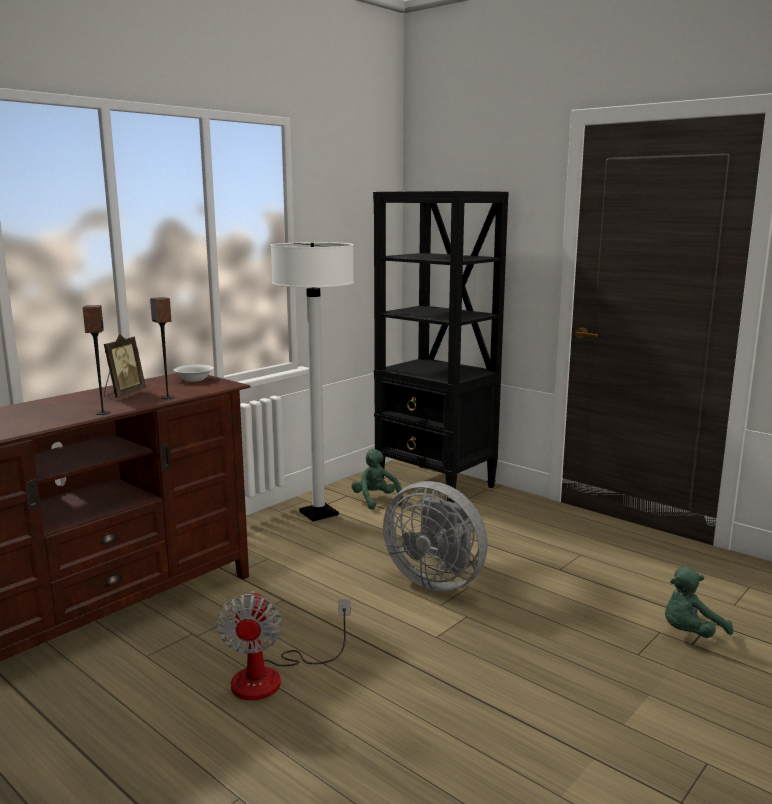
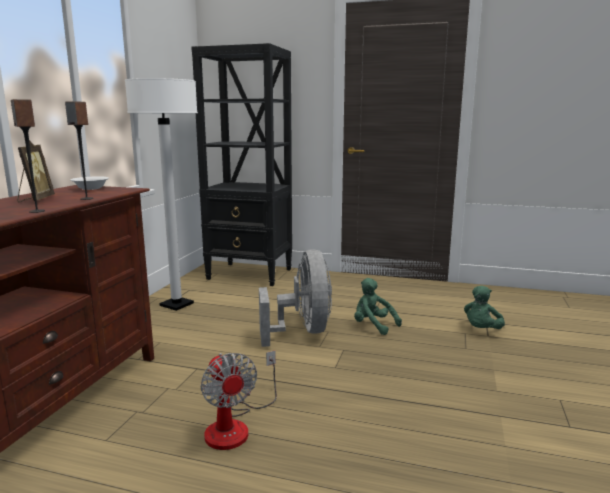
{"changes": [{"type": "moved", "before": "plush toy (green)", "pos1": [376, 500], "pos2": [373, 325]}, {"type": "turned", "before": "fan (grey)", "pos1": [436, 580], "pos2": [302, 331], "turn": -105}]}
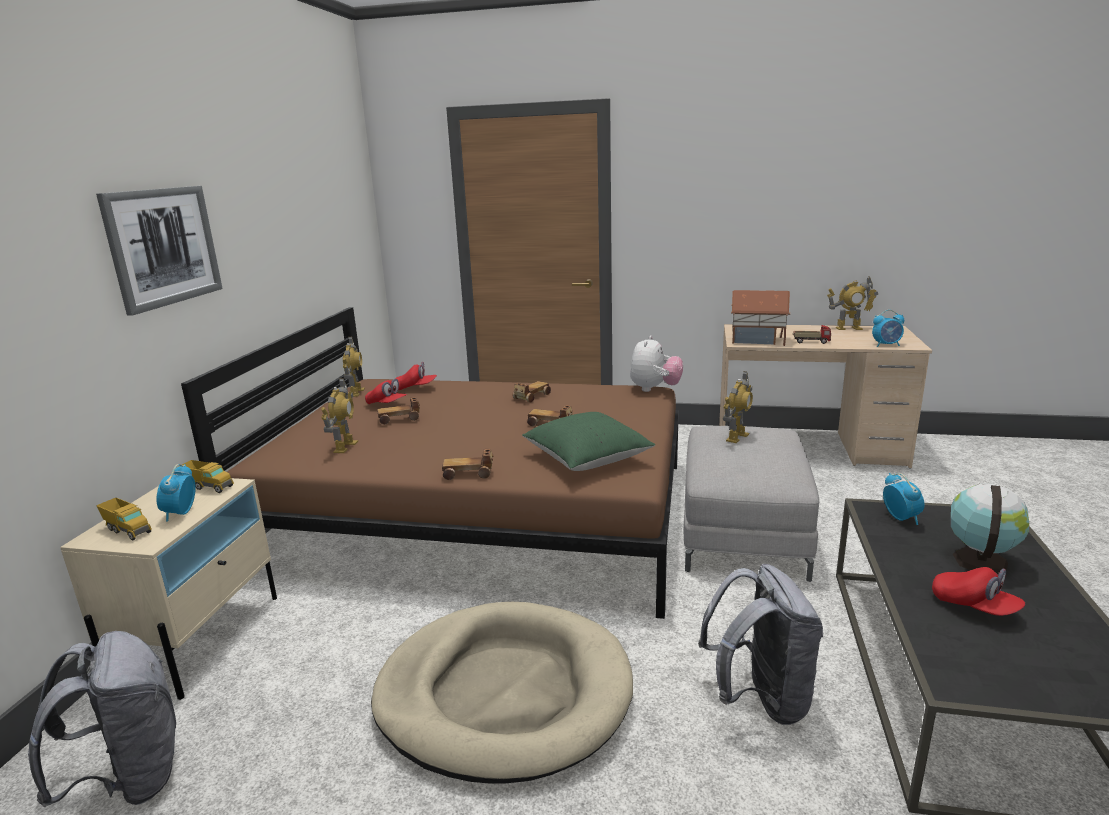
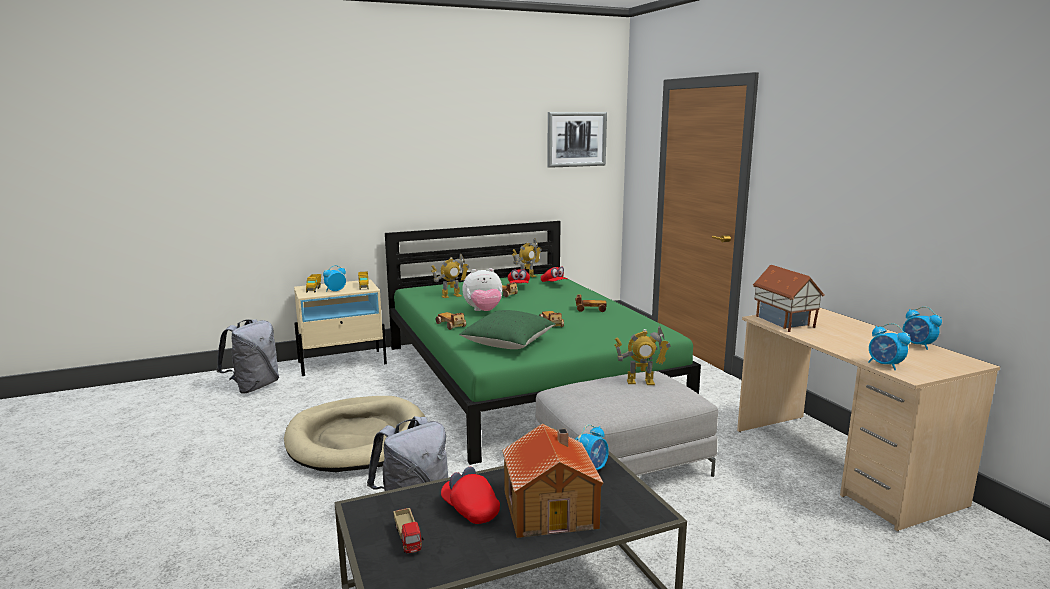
{"changes": [{"type": "moved", "before": "picture", "pos1": [163, 246], "pos2": [576, 139]}, {"type": "recoloured", "before": "bed (brown)", "after": "bed (green)", "pos1": [480, 512], "pos2": [525, 377]}, {"type": "moved", "before": "plush toy", "pos1": [654, 389], "pos2": [483, 311]}, {"type": "moved", "before": "toy truck", "pos1": [811, 342], "pos2": [408, 539]}, {"type": "replaced", "before": "toy robot", "after": "alarm clock", "pos1": [849, 328], "pos2": [917, 345]}, {"type": "turned", "before": "cap (red)", "pos1": [974, 606], "pos2": [470, 509], "turn": 120}, {"type": "replaced", "before": "globe", "after": "toy house", "pos1": [979, 560], "pos2": [551, 508]}]}
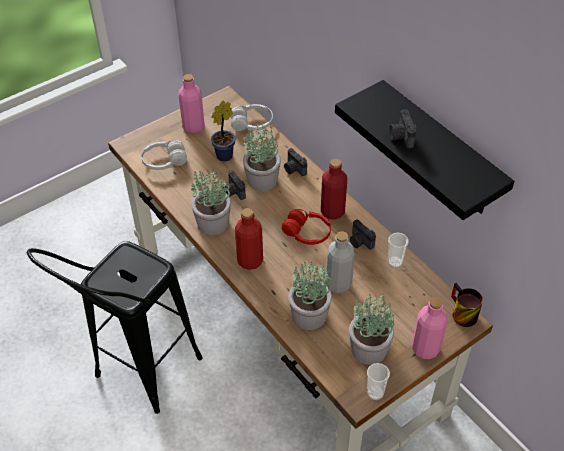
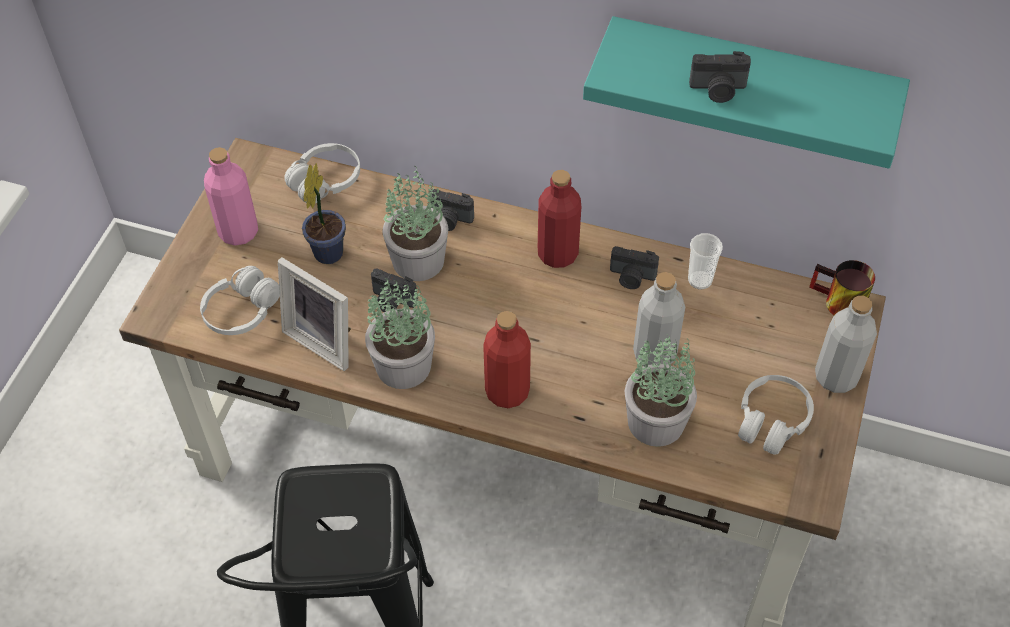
{"changes": [{"type": "removed", "before": "headphones (red)", "pos1": [307, 233]}, {"type": "recoloured", "before": "shelf (black)", "after": "shelf (turquoise)", "pos1": [440, 151], "pos2": [750, 86]}, {"type": "replaced", "before": "potted plant", "after": "headphones (white)", "pos1": [369, 349], "pos2": [771, 421]}, {"type": "removed", "before": "cup", "pos1": [375, 393]}, {"type": "turned", "before": "photo camera", "pos1": [401, 137], "pos2": [718, 90], "turn": -45}, {"type": "recoloured", "before": "bottle (pink)", "after": "bottle (grey)", "pos1": [425, 348], "pos2": [836, 376]}, {"type": "added", "after": "picture frame", "pos2": [325, 339]}]}
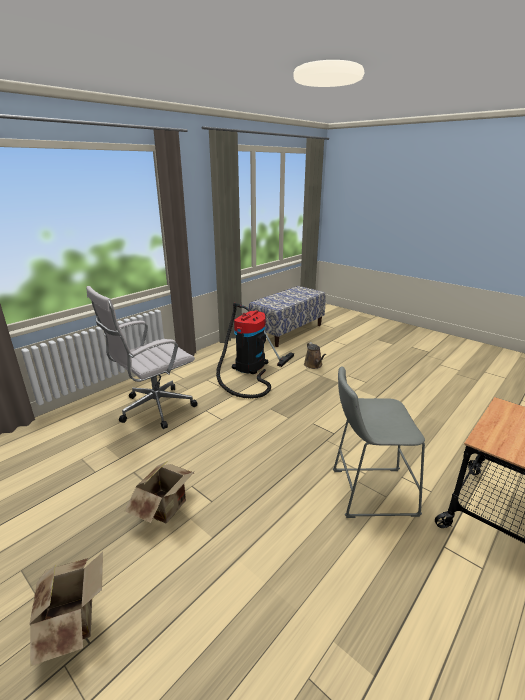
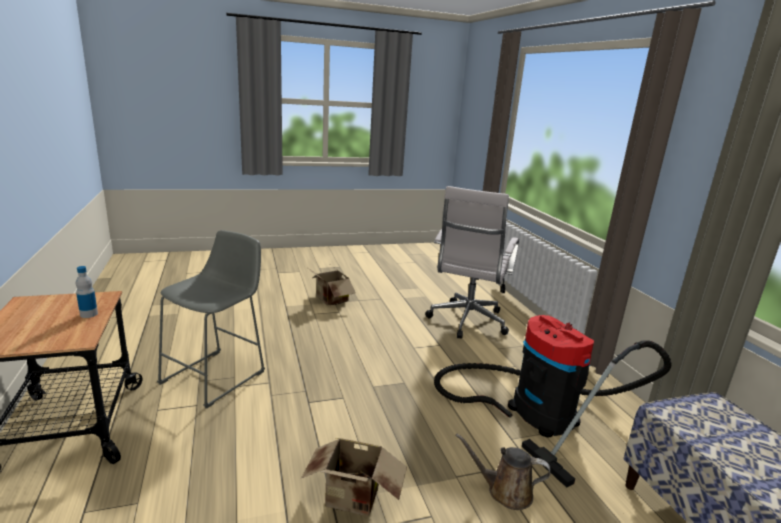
{"changes": [{"type": "moved", "before": "cardboard box", "pos1": [74, 620], "pos2": [353, 500]}, {"type": "turned", "before": "office chair (white)", "pos1": [153, 409], "pos2": [466, 322], "turn": -150}, {"type": "added", "after": "bottle", "pos2": [89, 314]}]}
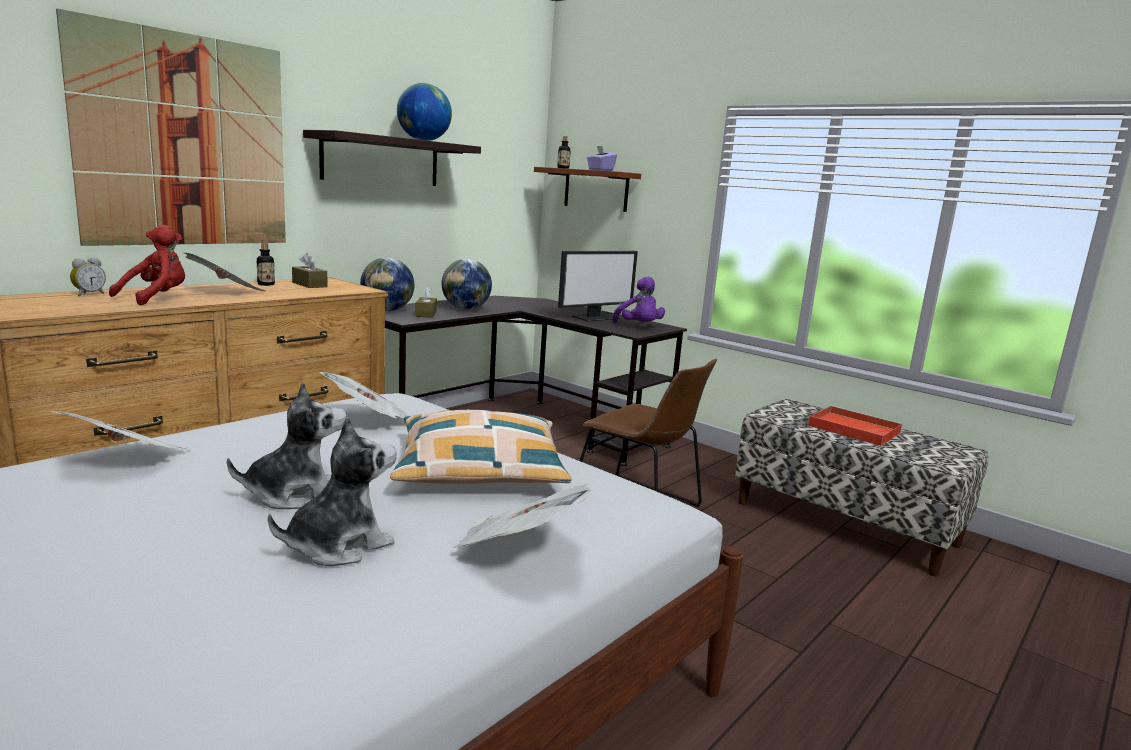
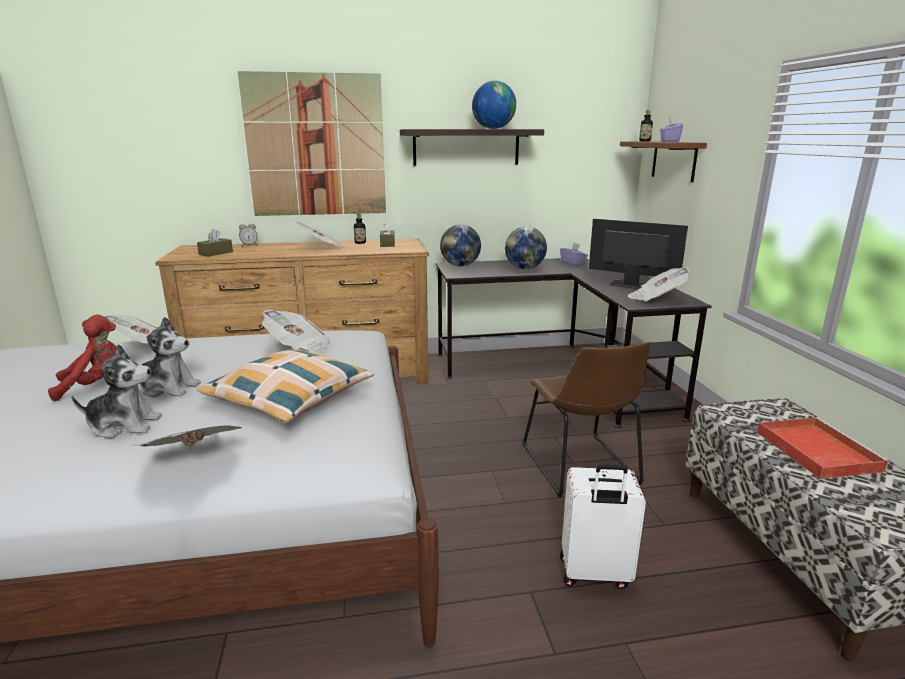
{"changes": [{"type": "moved", "before": "plush toy (red)", "pos1": [156, 298], "pos2": [97, 386]}, {"type": "moved", "before": "tissue box (brown)", "pos1": [426, 314], "pos2": [216, 253]}, {"type": "turned", "before": "monitor", "pos1": [595, 317], "pos2": [630, 285], "turn": -150}, {"type": "replaced", "before": "plush toy (purple)", "after": "newspaper", "pos1": [639, 327], "pos2": [656, 299]}, {"type": "added", "after": "tissue box (purple)", "pos2": [573, 263]}, {"type": "added", "after": "suitcase (white)", "pos2": [594, 574]}]}
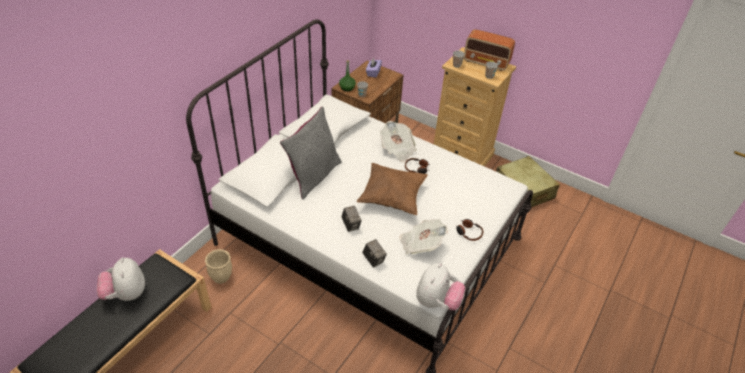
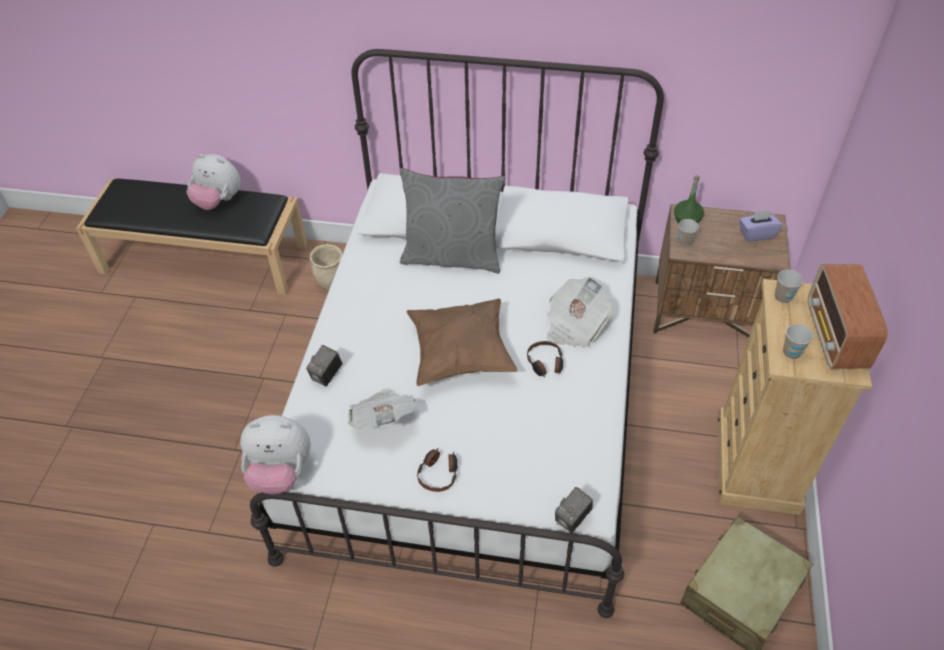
{"changes": [{"type": "turned", "before": "plush toy", "pos1": [126, 294], "pos2": [218, 201], "turn": -120}, {"type": "moved", "before": "photo camera", "pos1": [351, 225], "pos2": [572, 519]}]}
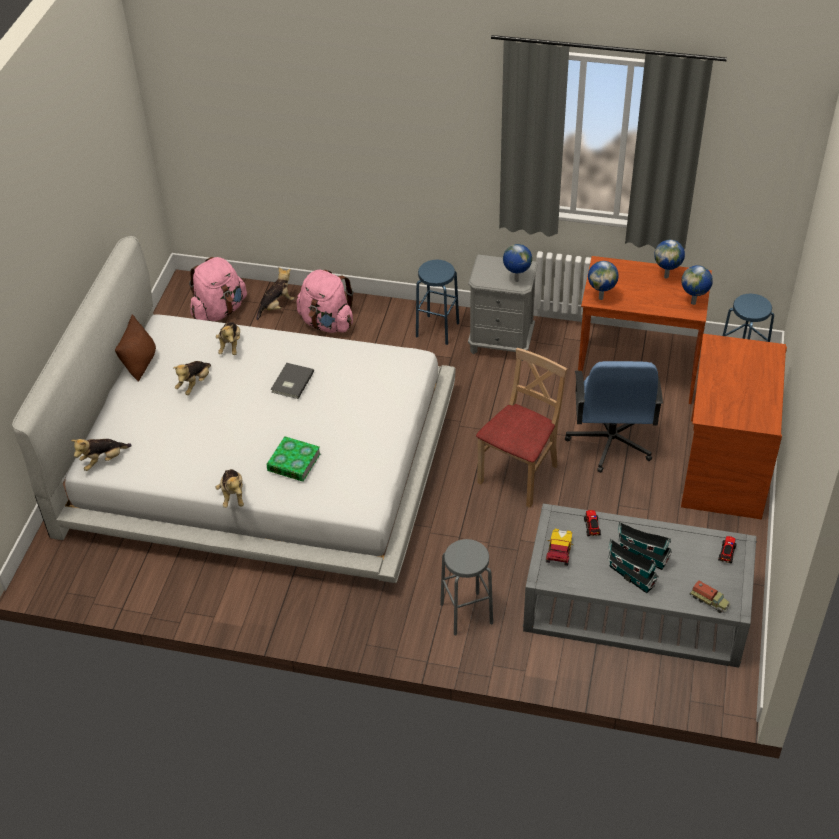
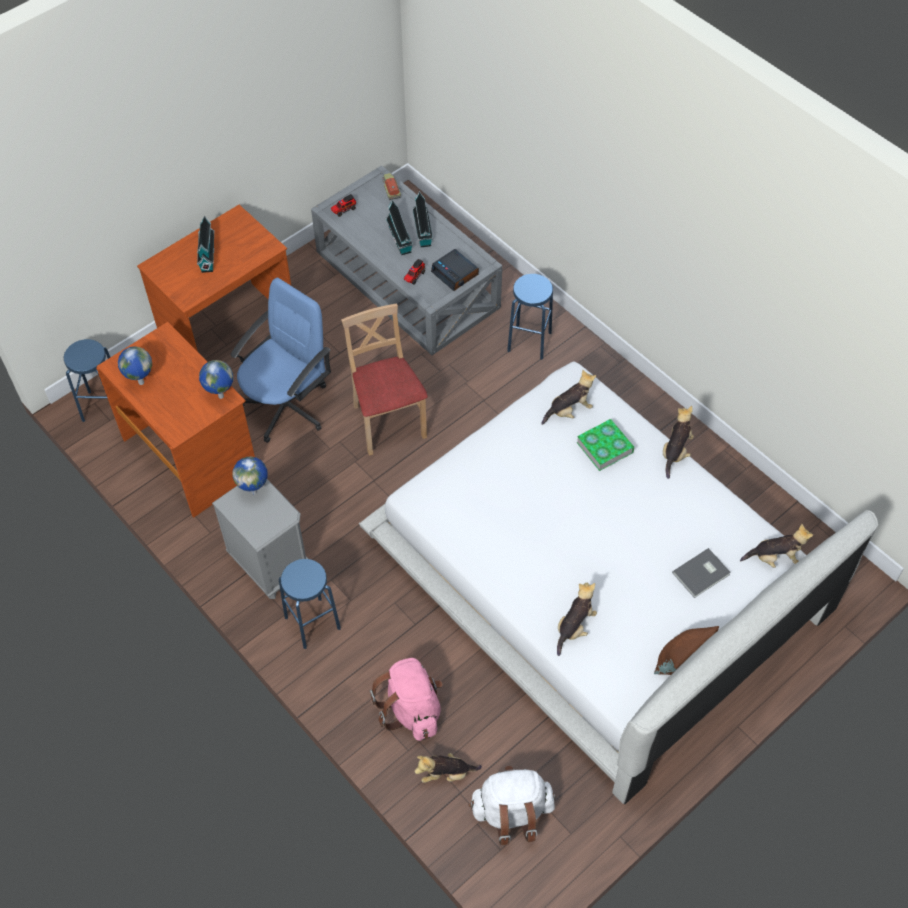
{"changes": [{"type": "moved", "before": "plush toy", "pos1": [194, 384], "pos2": [569, 410]}, {"type": "recoloured", "before": "backpack (pink)", "after": "backpack (white)", "pos1": [219, 310], "pos2": [512, 812]}, {"type": "moved", "before": "book (grey)", "pos1": [291, 382], "pos2": [702, 574]}, {"type": "recoloured", "before": "stool (grey)", "after": "stool (blue)", "pos1": [466, 613], "pos2": [529, 341]}, {"type": "turned", "before": "chair (beige)", "pos1": [519, 475], "pos2": [388, 422], "turn": 90}, {"type": "replaced", "before": "toy car", "after": "alarm clock", "pos1": [559, 552], "pos2": [455, 273]}, {"type": "removed", "before": "globe", "pos1": [694, 303]}, {"type": "added", "after": "toy house", "pos2": [207, 254]}]}
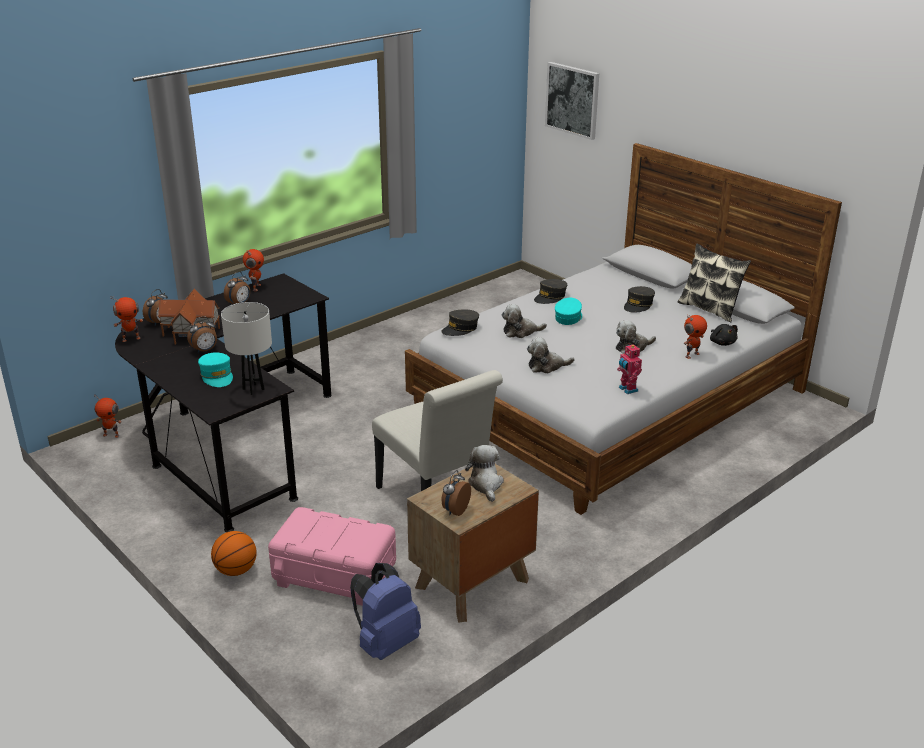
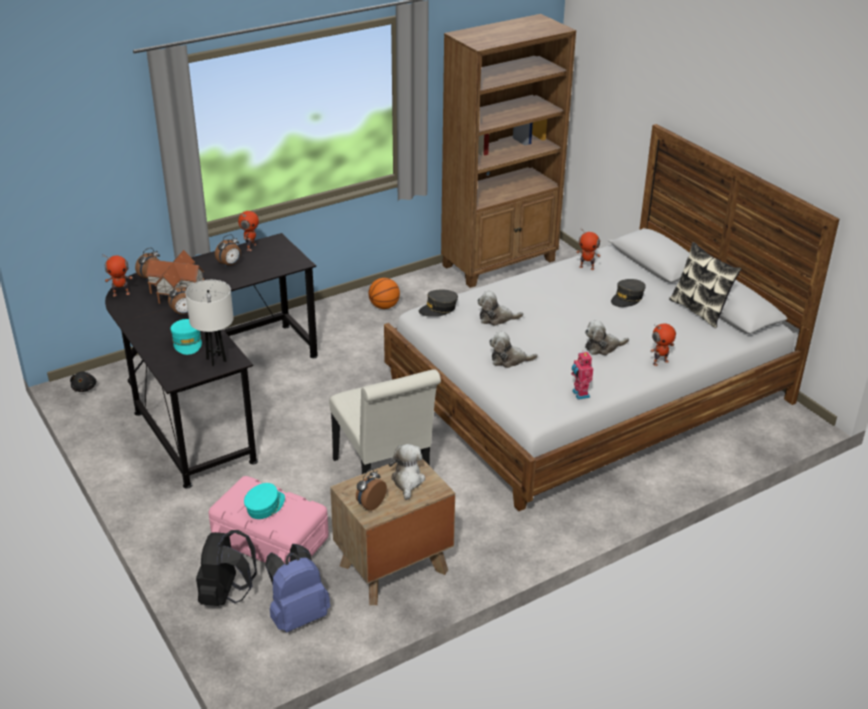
{"changes": [{"type": "moved", "before": "toy robot", "pos1": [111, 435], "pos2": [587, 267]}, {"type": "moved", "before": "basketball", "pos1": [236, 570], "pos2": [384, 306]}, {"type": "removed", "before": "cap (grey)", "pos1": [550, 297]}, {"type": "removed", "before": "picture", "pos1": [572, 100]}, {"type": "moved", "before": "cap (turquoise)", "pos1": [568, 317], "pos2": [265, 506]}, {"type": "moved", "before": "plush toy (black)", "pos1": [722, 342], "pos2": [84, 388]}, {"type": "added", "after": "backpack (black)", "pos2": [226, 595]}, {"type": "added", "after": "bookcase (brown)", "pos2": [500, 263]}]}
